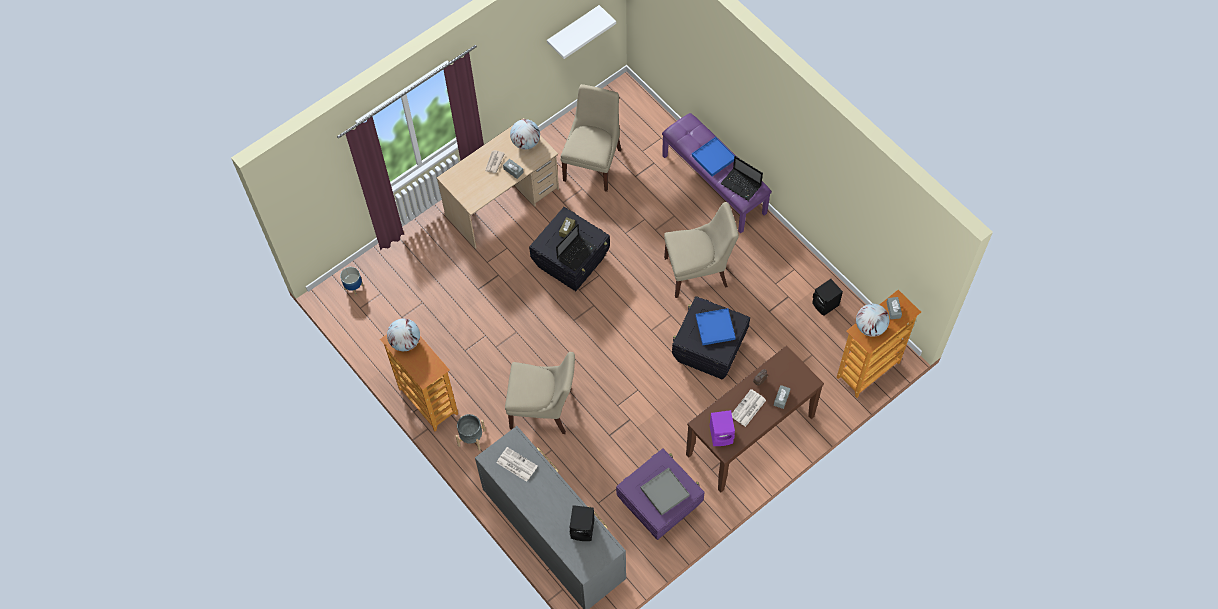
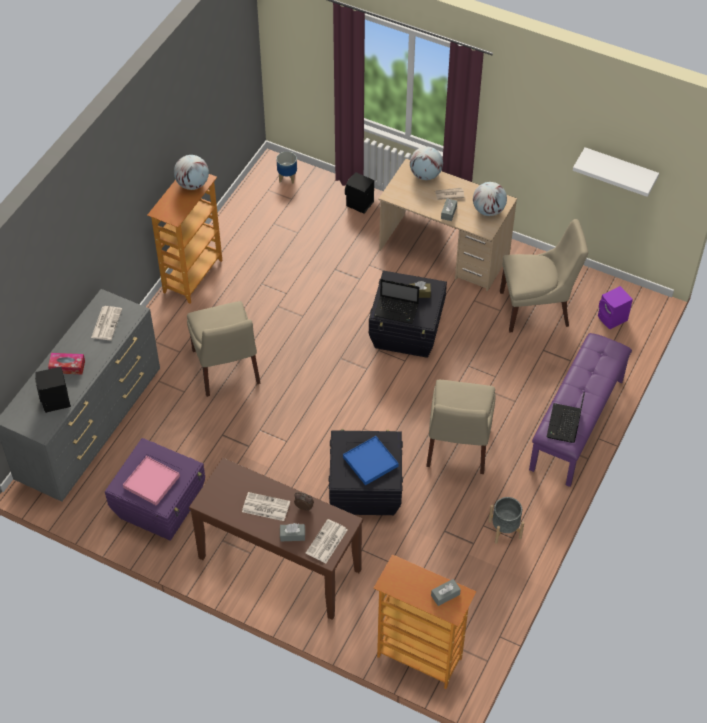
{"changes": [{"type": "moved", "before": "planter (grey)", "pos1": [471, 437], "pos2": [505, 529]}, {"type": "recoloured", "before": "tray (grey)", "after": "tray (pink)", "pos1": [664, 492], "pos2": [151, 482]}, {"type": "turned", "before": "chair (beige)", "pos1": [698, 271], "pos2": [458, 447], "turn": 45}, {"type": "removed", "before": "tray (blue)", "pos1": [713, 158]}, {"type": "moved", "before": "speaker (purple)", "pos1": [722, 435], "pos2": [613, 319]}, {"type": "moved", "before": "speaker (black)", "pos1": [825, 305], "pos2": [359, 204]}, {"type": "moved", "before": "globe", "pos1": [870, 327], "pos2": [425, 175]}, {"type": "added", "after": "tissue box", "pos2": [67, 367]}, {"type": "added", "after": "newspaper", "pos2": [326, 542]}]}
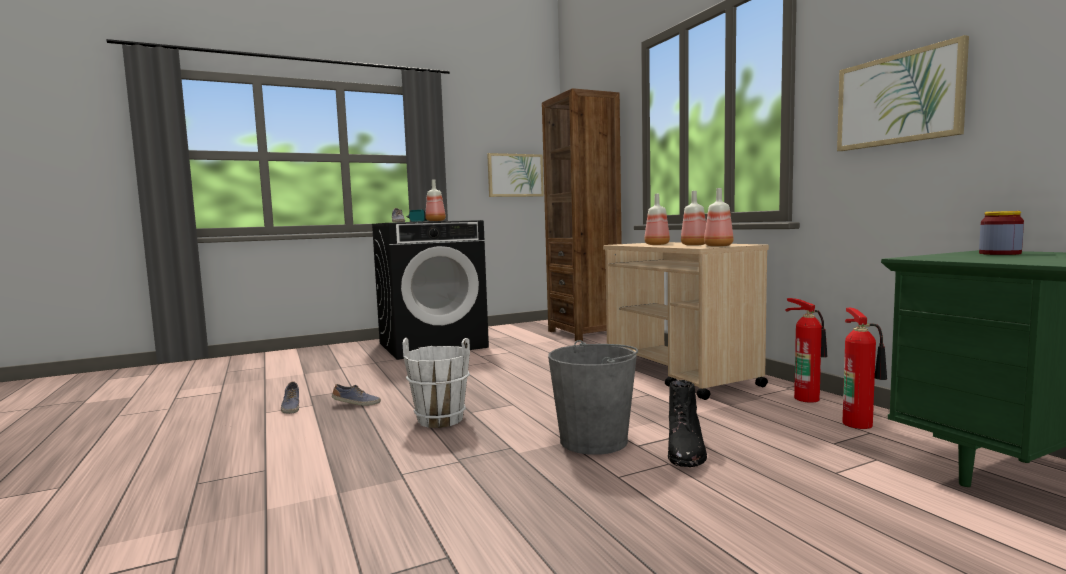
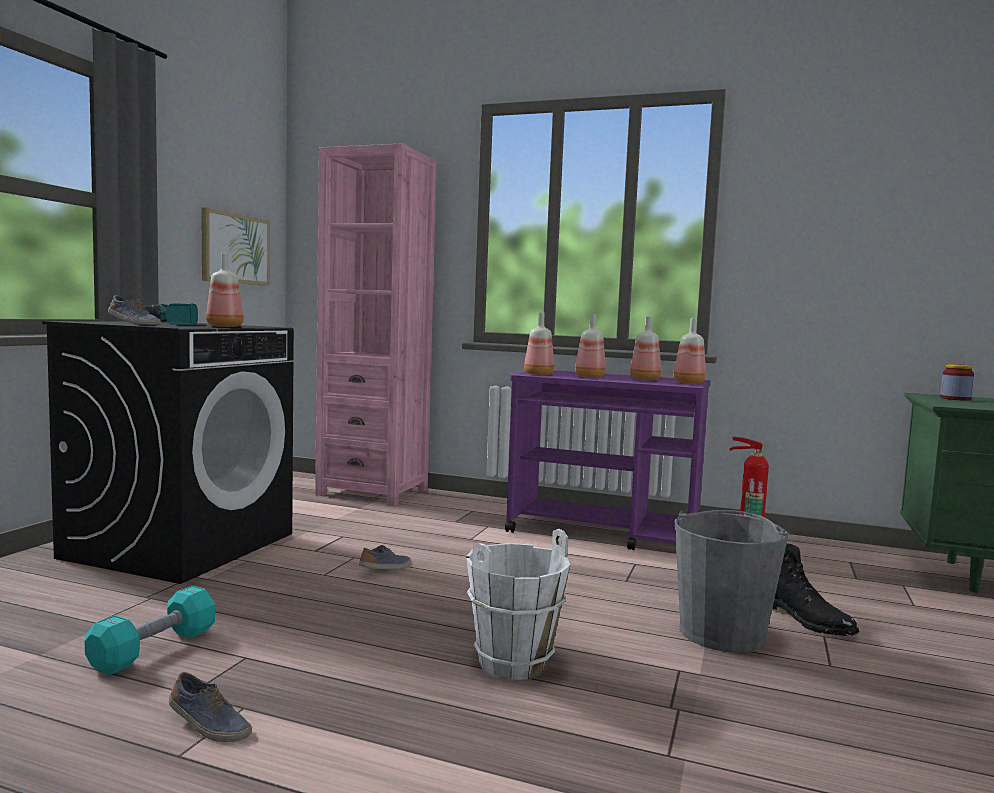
{"changes": [{"type": "moved", "before": "shoe", "pos1": [356, 404], "pos2": [386, 569]}, {"type": "recoloured", "before": "bookcase (brown)", "after": "bookcase (pink)", "pos1": [584, 333], "pos2": [373, 492]}, {"type": "recoloured", "before": "cart (beige)", "after": "cart (purple)", "pos1": [680, 375], "pos2": [605, 533]}, {"type": "removed", "before": "picture", "pos1": [898, 99]}, {"type": "removed", "before": "fire extinguisher", "pos1": [859, 423]}, {"type": "added", "after": "dumbbell (turquoise)", "pos2": [154, 649]}, {"type": "added", "after": "bottle", "pos2": [539, 374]}]}
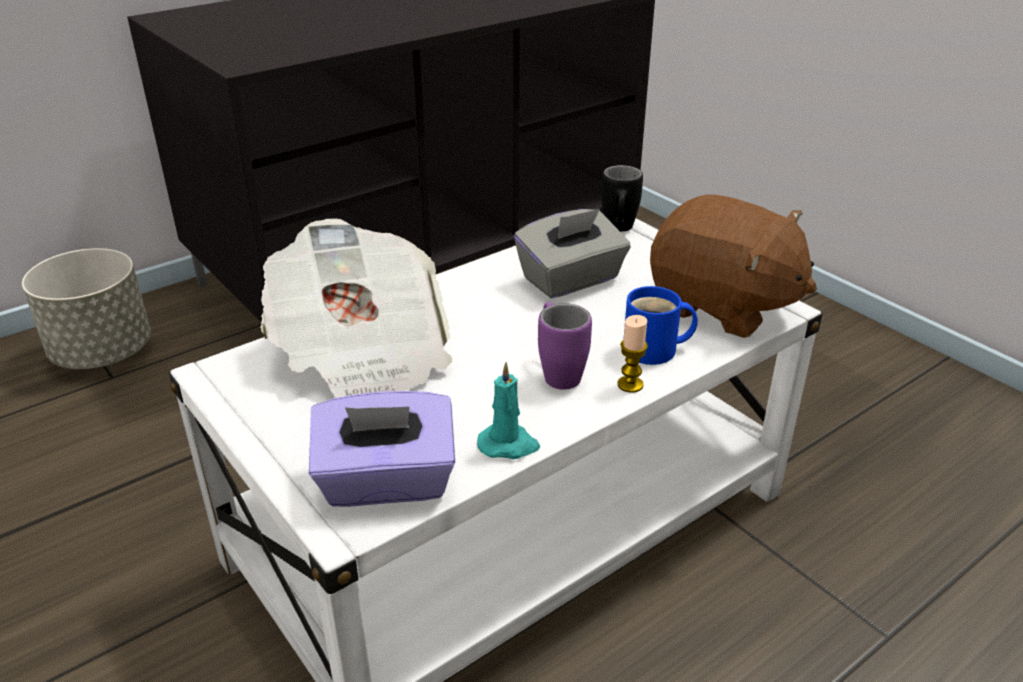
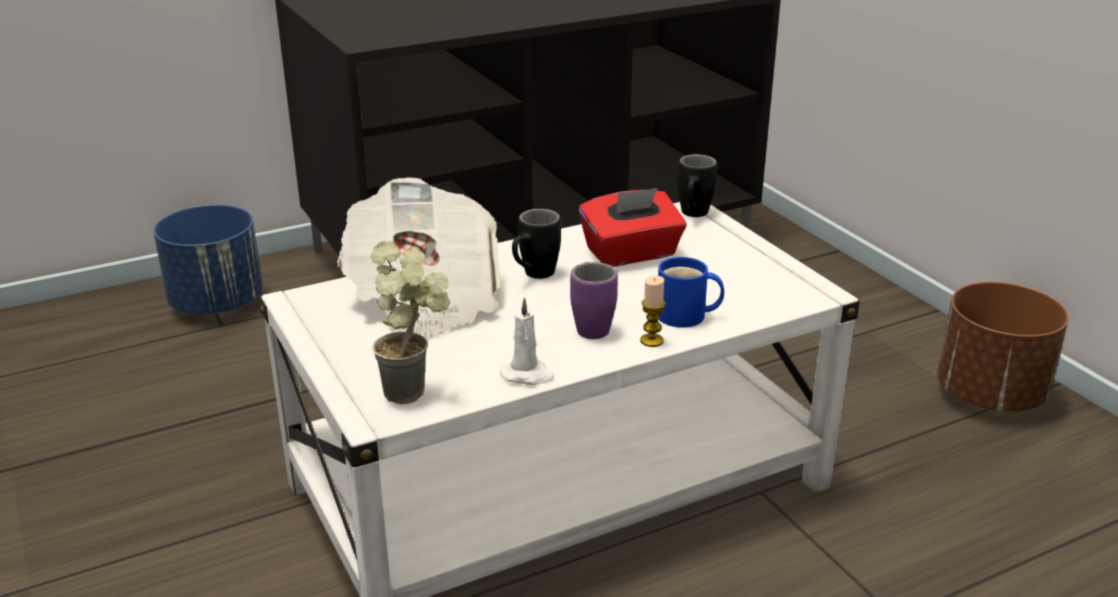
{"changes": [{"type": "recoloured", "before": "planter (grey)", "after": "planter (blue)", "pos1": [103, 353], "pos2": [217, 303]}, {"type": "replaced", "before": "tissue box (purple)", "after": "potted plant", "pos1": [386, 483], "pos2": [417, 391]}, {"type": "recoloured", "before": "candle (turquoise)", "after": "candle (white)", "pos1": [509, 445], "pos2": [528, 375]}, {"type": "recoloured", "before": "tissue box (grey)", "after": "tissue box (red)", "pos1": [571, 280], "pos2": [631, 254]}, {"type": "removed", "before": "plush toy (brown)", "pos1": [722, 306]}, {"type": "added", "after": "mug (black)", "pos2": [533, 276]}, {"type": "added", "after": "planter (brown)", "pos2": [988, 395]}]}
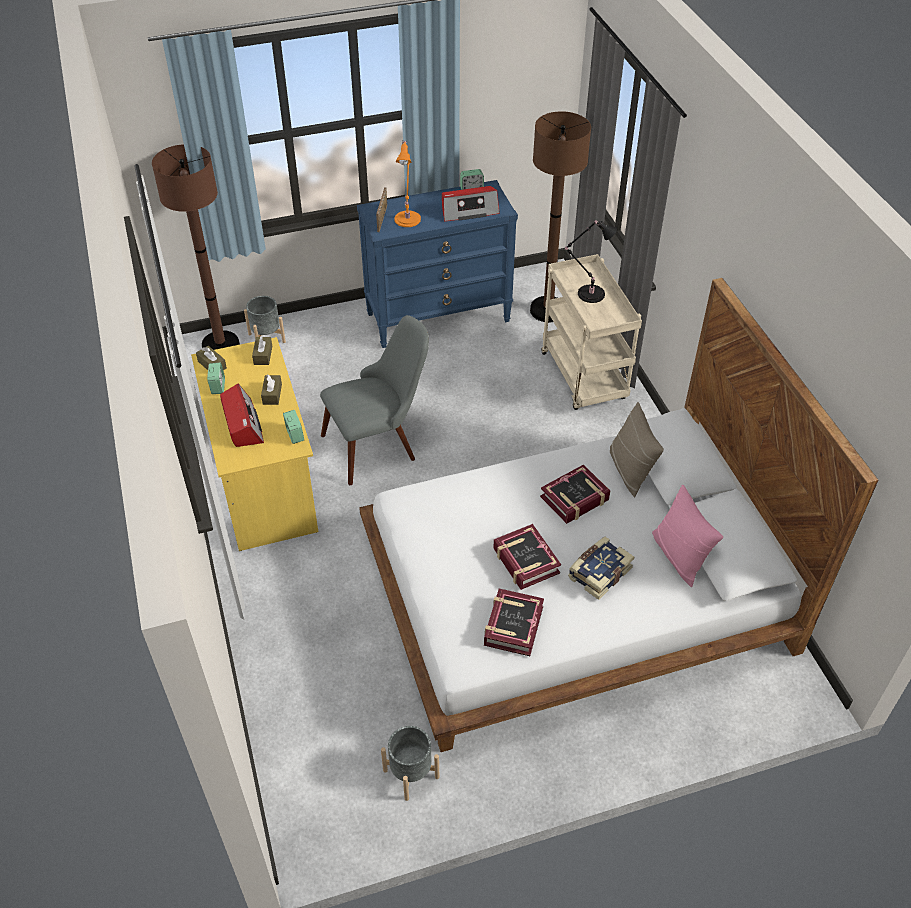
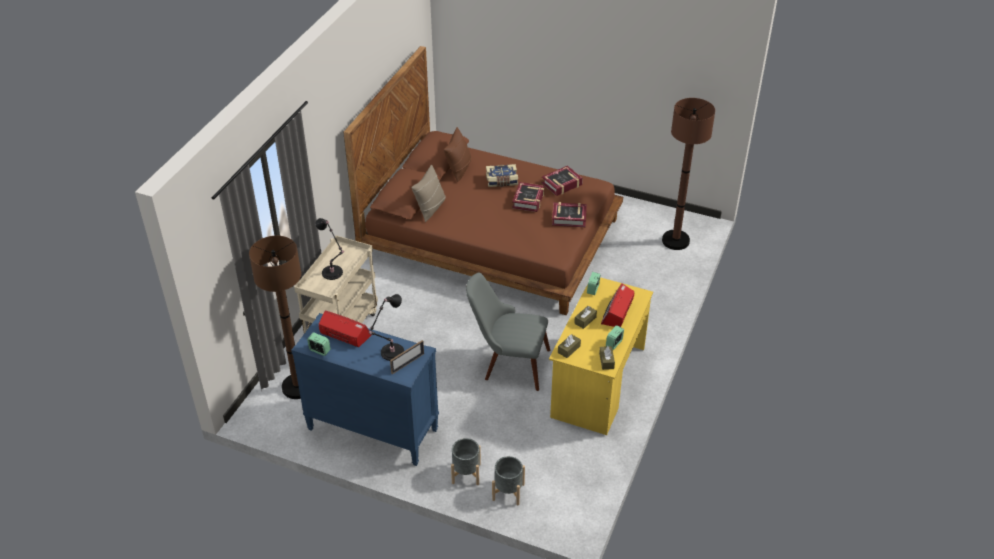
{"changes": [{"type": "moved", "before": "floor lamp (brown)", "pos1": [220, 346], "pos2": [675, 241]}, {"type": "recoloured", "before": "bed (white)", "after": "bed (brown)", "pos1": [573, 592], "pos2": [492, 237]}, {"type": "moved", "before": "planter (grey)", "pos1": [410, 773], "pos2": [466, 473]}, {"type": "recoloured", "before": "table lamp (orange)", "after": "table lamp (black)", "pos1": [408, 218], "pos2": [390, 353]}, {"type": "moved", "before": "book", "pos1": [575, 499], "pos2": [569, 218]}, {"type": "recoloured", "before": "pillow (pink)", "after": "pillow (brown)", "pos1": [679, 556], "pos2": [459, 169]}]}
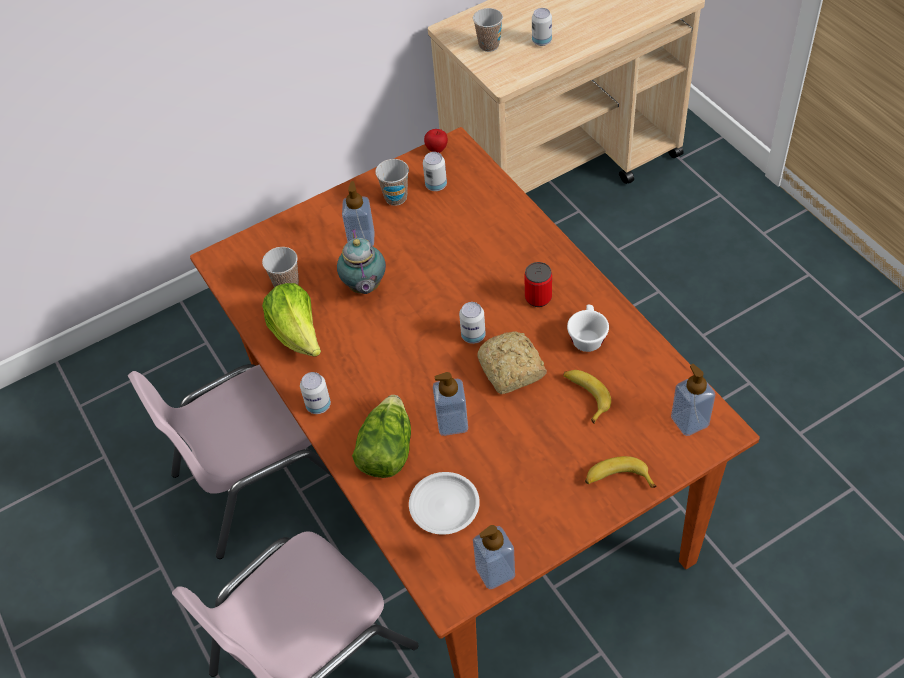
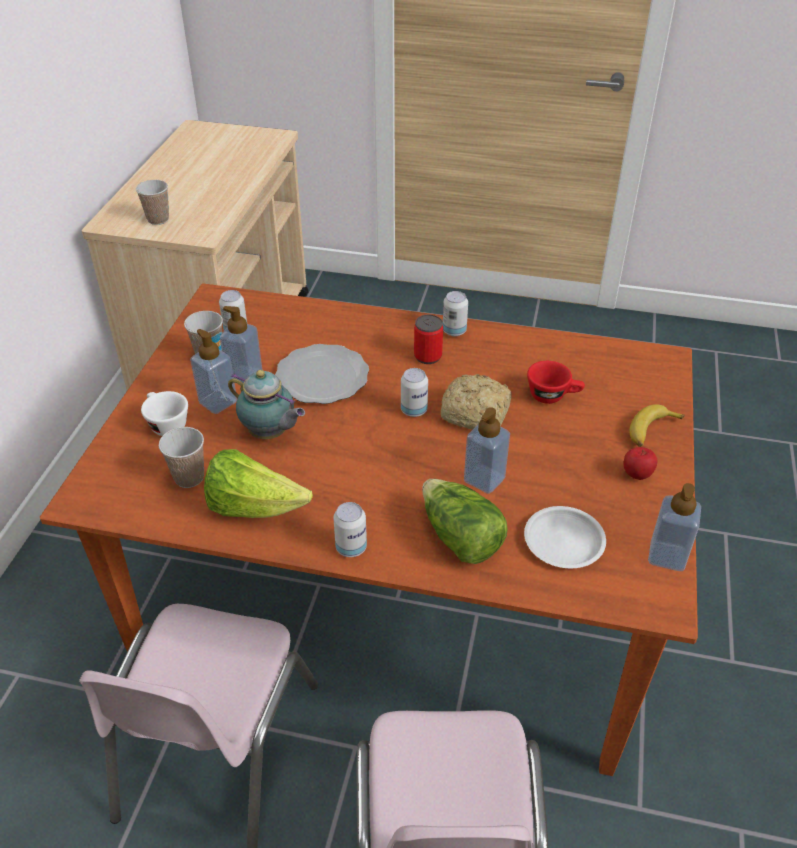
{"changes": [{"type": "moved", "before": "apple", "pos1": [437, 150], "pos2": [636, 475]}, {"type": "moved", "before": "can", "pos1": [541, 41], "pos2": [454, 331]}, {"type": "replaced", "before": "banana", "after": "cup (red)", "pos1": [585, 396], "pos2": [553, 396]}, {"type": "moved", "before": "cup (white)", "pos1": [586, 336], "pos2": [165, 424]}, {"type": "moved", "before": "soap dispenser", "pos1": [689, 421], "pos2": [244, 376]}, {"type": "added", "after": "plate", "pos2": [321, 376]}]}
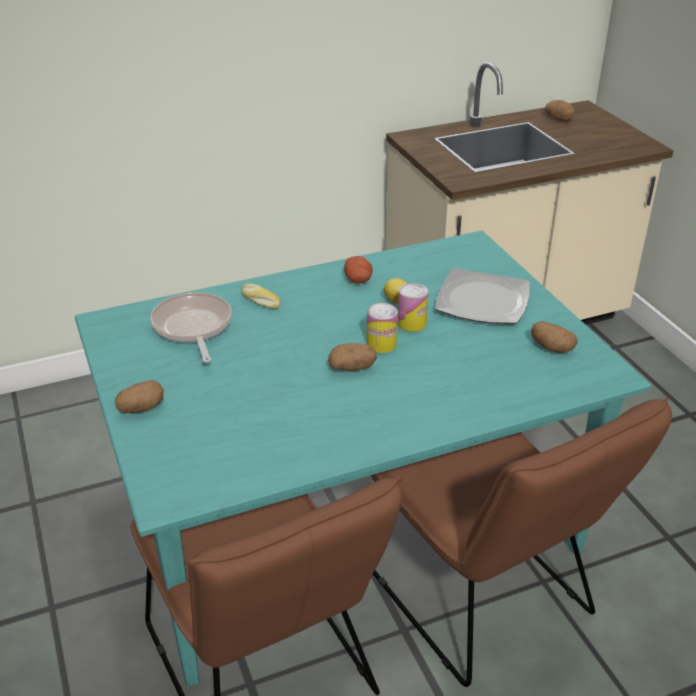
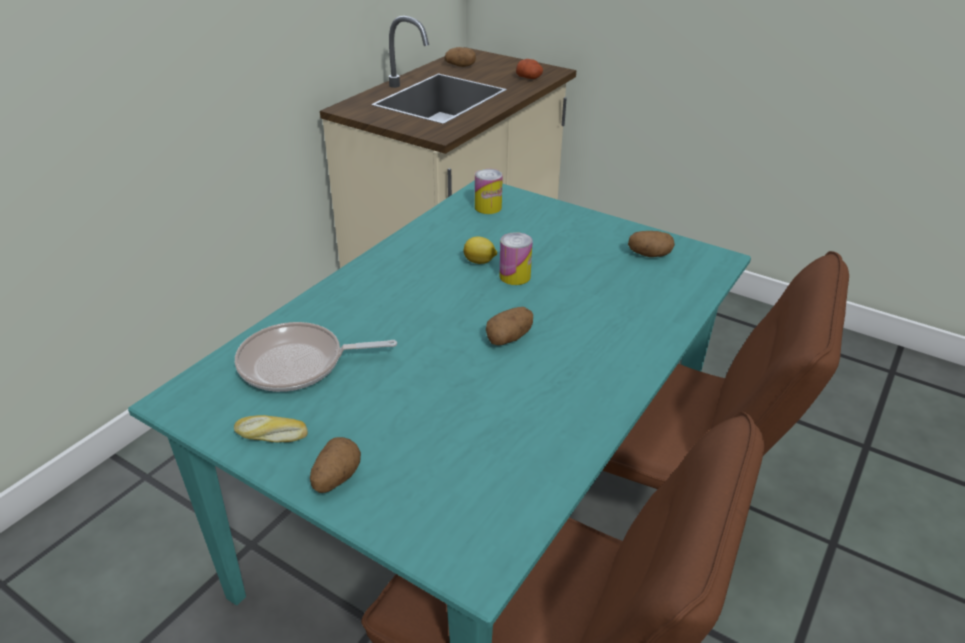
{"changes": [{"type": "turned", "before": "frying pan", "pos1": [193, 327], "pos2": [298, 364], "turn": -45}, {"type": "moved", "before": "bread", "pos1": [259, 301], "pos2": [271, 436]}, {"type": "moved", "before": "potato", "pos1": [358, 279], "pos2": [530, 78]}, {"type": "moved", "before": "can", "pos1": [381, 344], "pos2": [488, 207]}, {"type": "removed", "before": "plate", "pos1": [483, 301]}]}
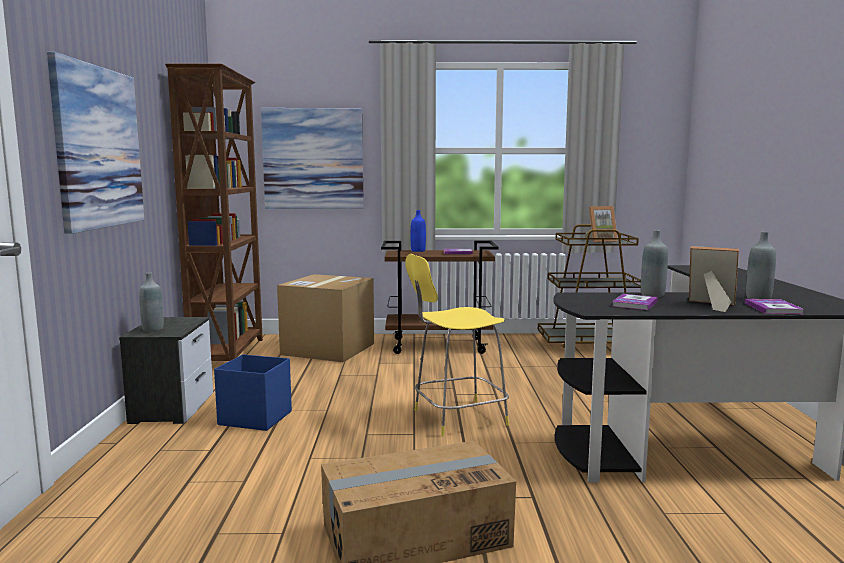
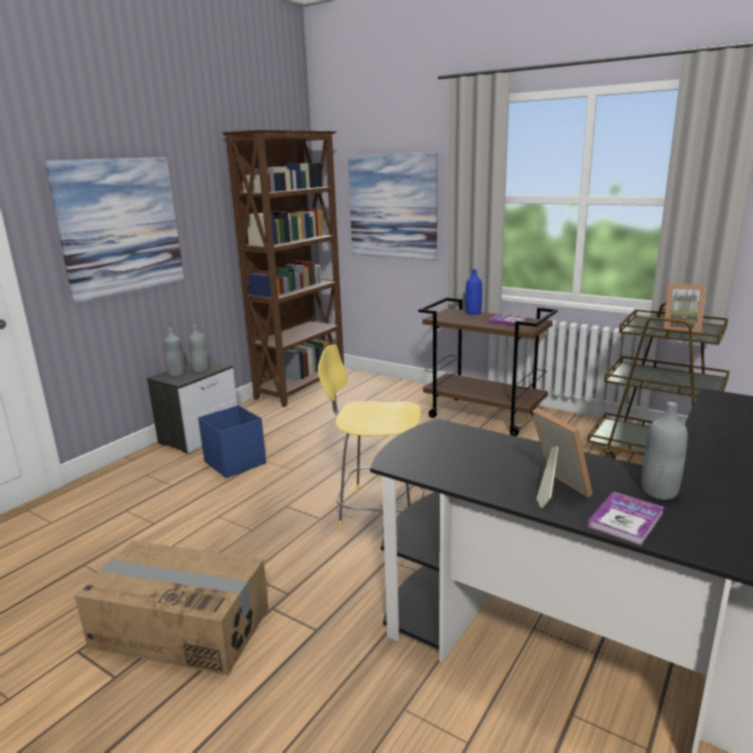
{"changes": [{"type": "removed", "before": "cardboard box", "pos1": [328, 349]}, {"type": "removed", "before": "book", "pos1": [634, 303]}, {"type": "moved", "before": "bottle (grey)", "pos1": [652, 295], "pos2": [201, 370]}]}
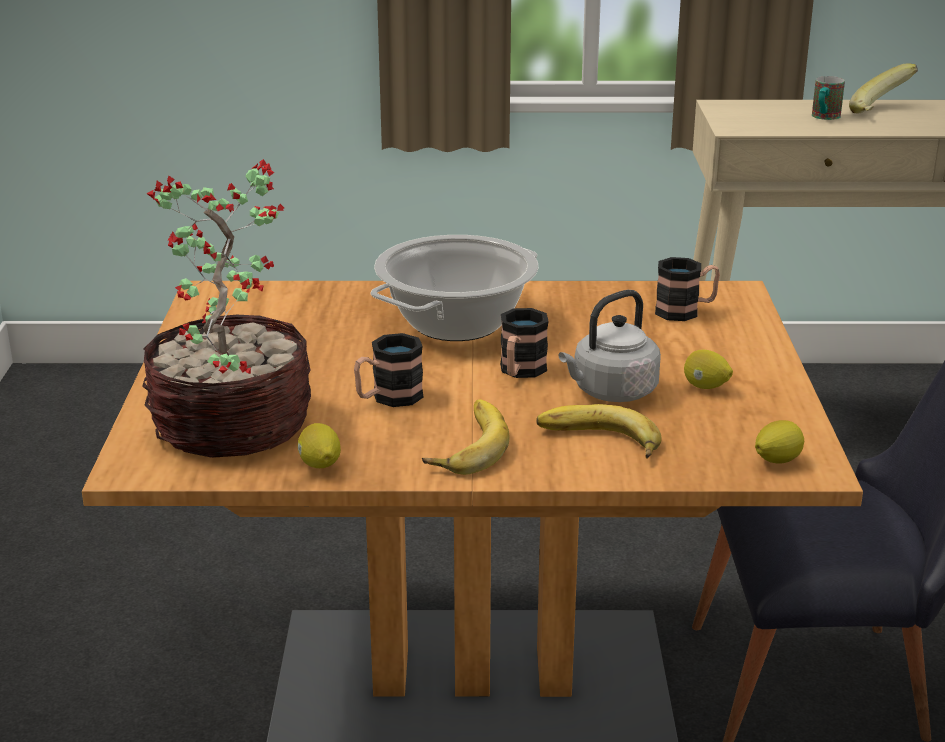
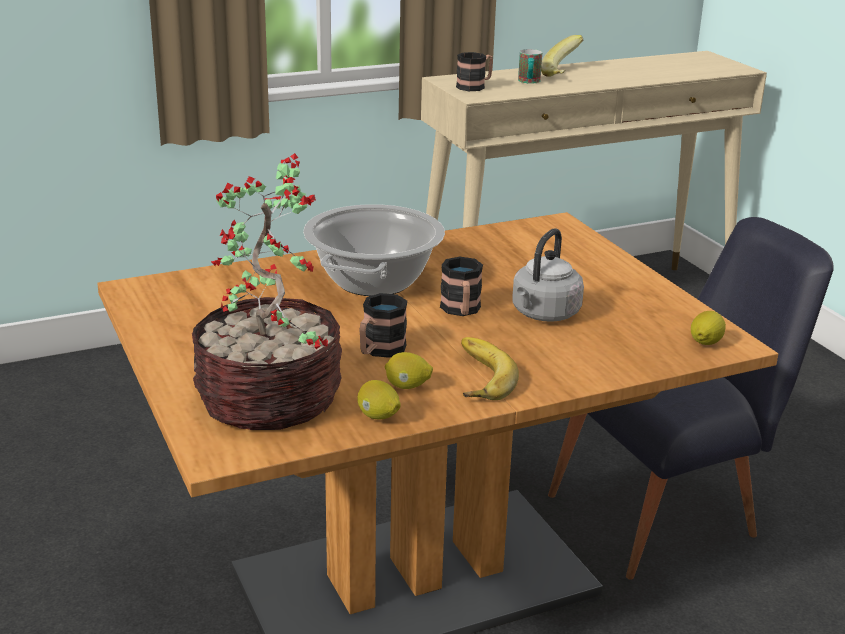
{"changes": [{"type": "removed", "before": "banana", "pos1": [598, 442]}, {"type": "moved", "before": "mug", "pos1": [685, 311], "pos2": [475, 86]}, {"type": "moved", "before": "lemon", "pos1": [705, 387], "pos2": [407, 386]}]}
